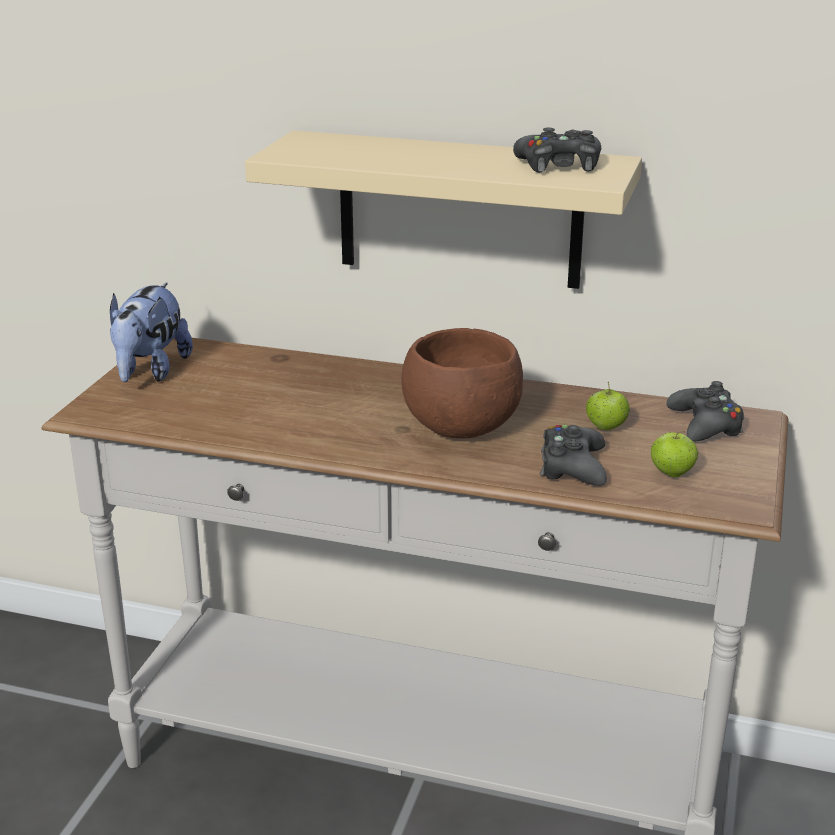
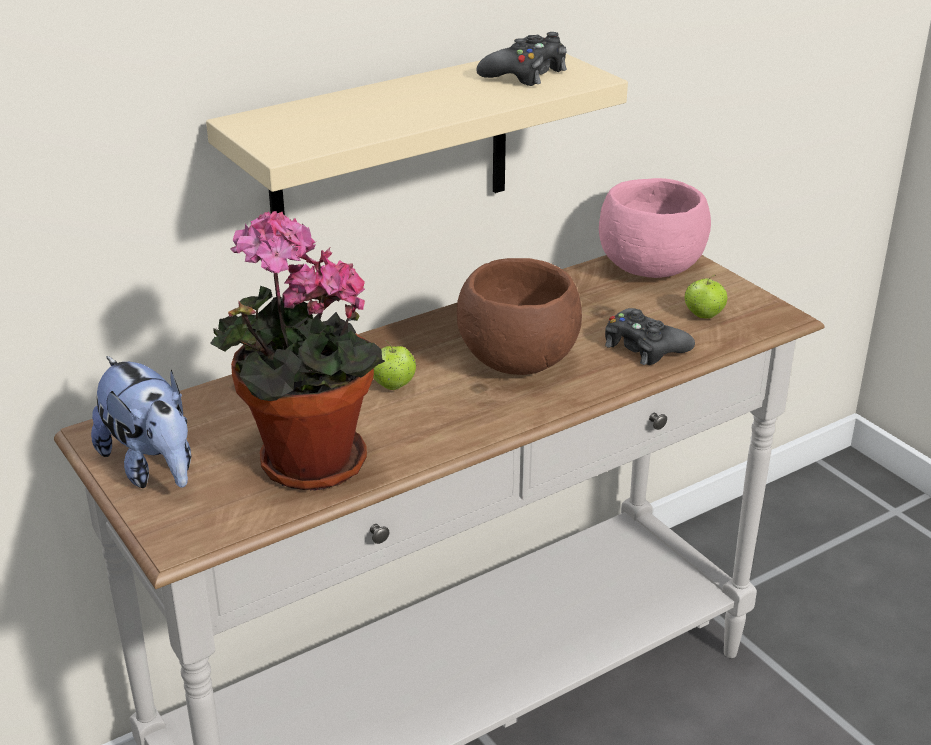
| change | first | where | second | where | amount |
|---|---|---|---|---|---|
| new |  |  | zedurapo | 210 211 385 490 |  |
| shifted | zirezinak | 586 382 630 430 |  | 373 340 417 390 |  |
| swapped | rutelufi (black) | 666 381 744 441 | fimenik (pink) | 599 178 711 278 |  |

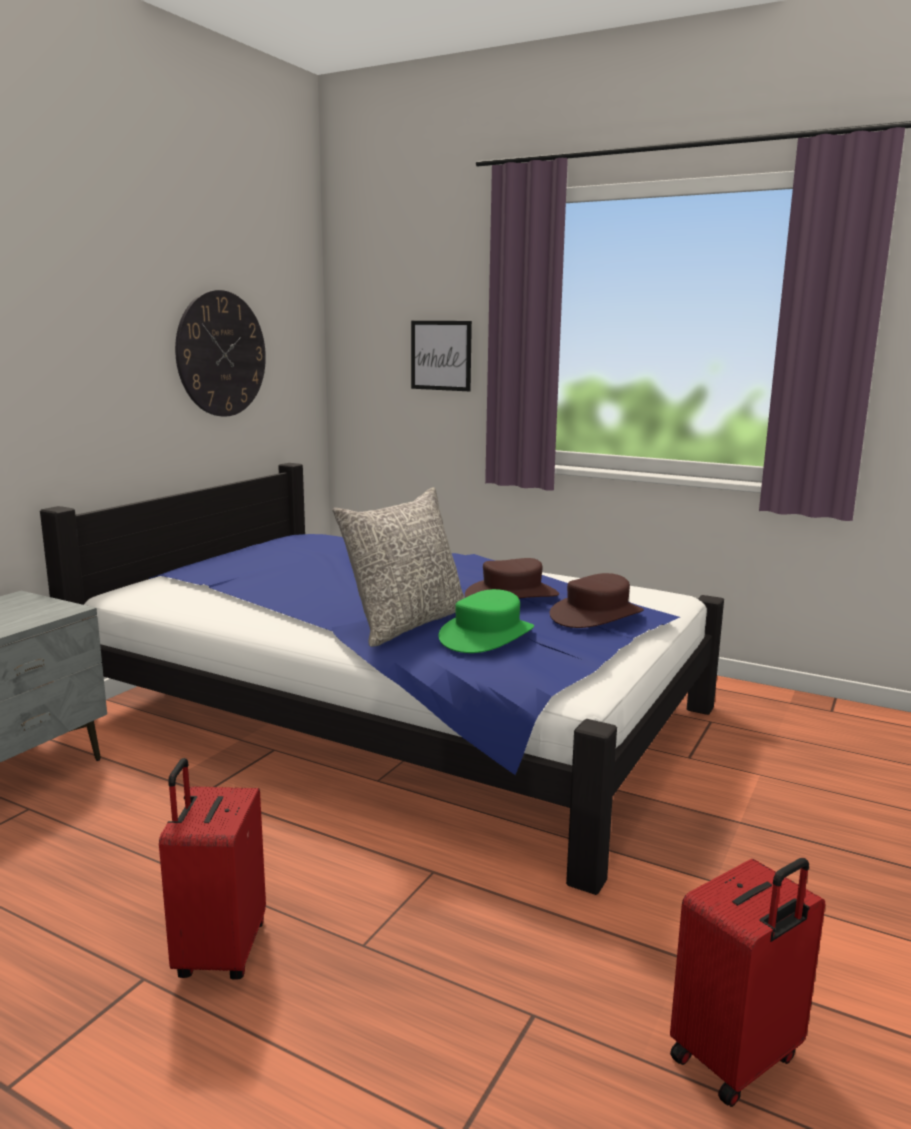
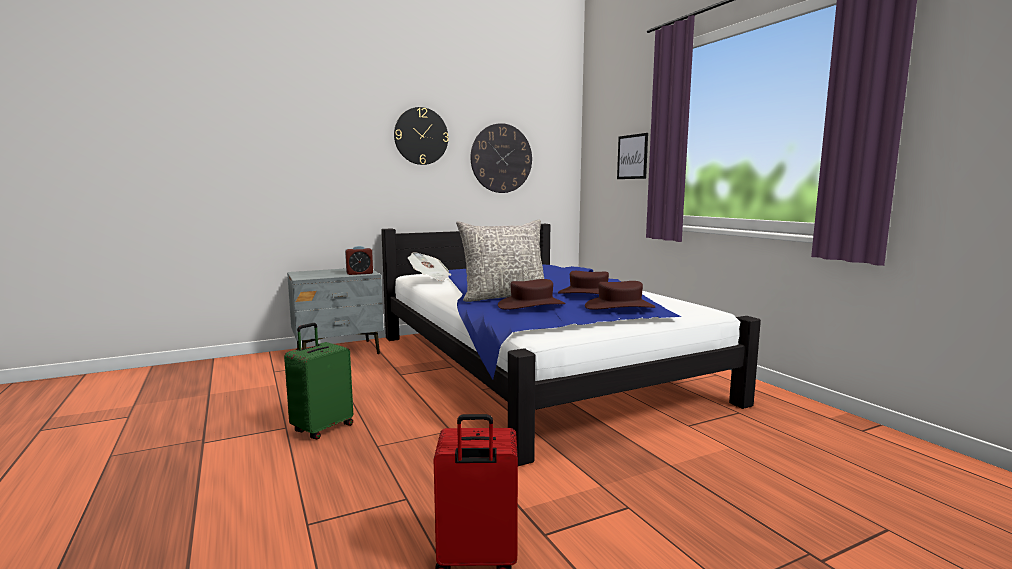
| change | first | where | second | where | amount |
|---|---|---|---|---|---|
| new |  |  | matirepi | 345 246 373 275 |  |
| new |  |  | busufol | 394 107 449 165 |  |
| new |  |  | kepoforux | 408 252 451 281 |  |
| repainted | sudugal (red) | 159 758 266 980 | sudugal (green) | 284 323 353 440 |  |
| repainted | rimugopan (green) | 438 589 534 653 | rimugopan (brown) | 498 279 565 310 |  |

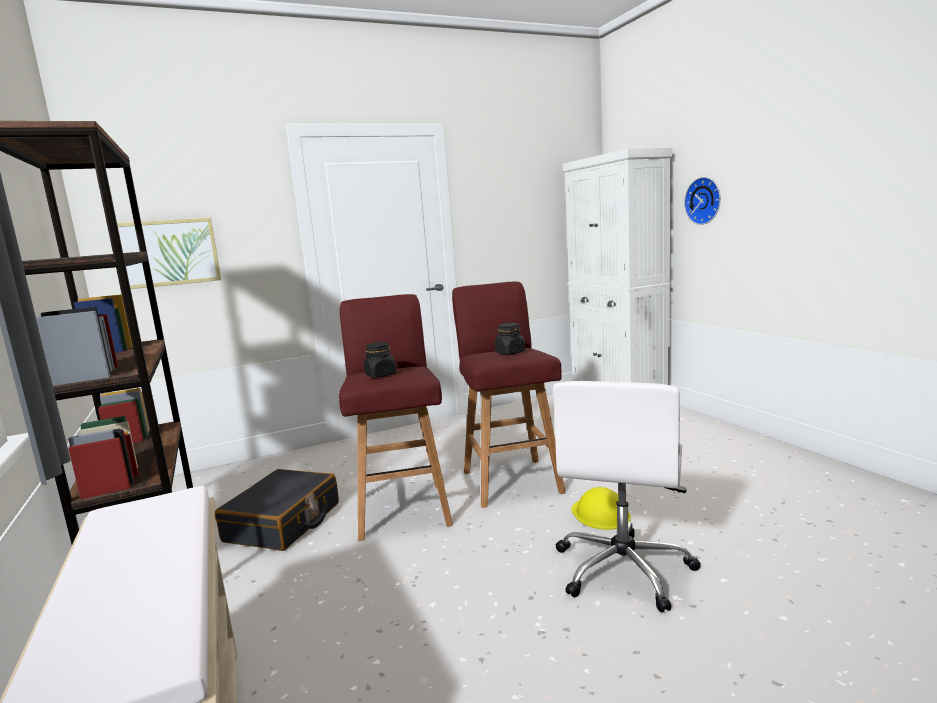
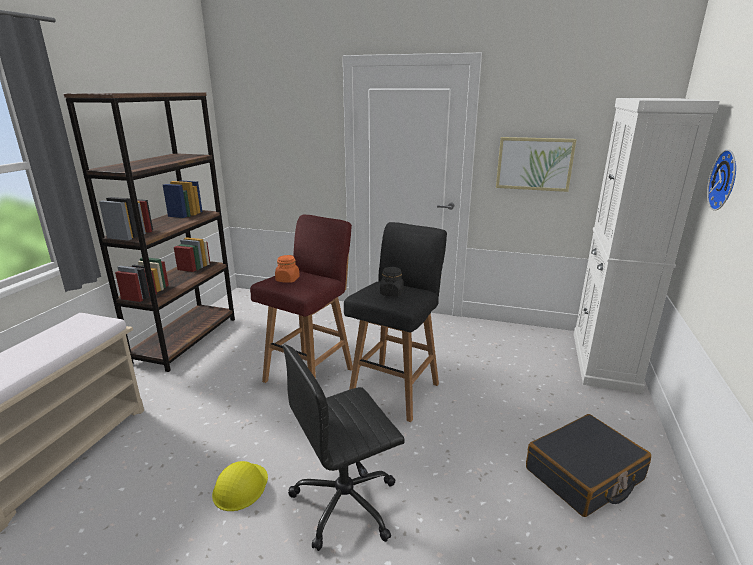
| change | first | where | second | where | amount |
|---|---|---|---|---|---|
| shifted | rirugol | 117 217 221 289 |  | 496 137 577 192 |  |
| shifted | sudugal (black) | 215 469 339 551 |  | 526 414 651 517 |  |
| shifted | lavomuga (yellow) | 571 487 631 530 |  | 212 461 268 511 |  |
| repainted | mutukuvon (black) | 364 342 396 378 | mutukuvon (orange) | 275 255 300 283 |  |
| repainted | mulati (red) | 452 282 566 508 | mulati (black) | 344 222 447 422 |  |
| repainted | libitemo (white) | 553 381 701 612 | libitemo (black) | 282 344 405 551 |  |

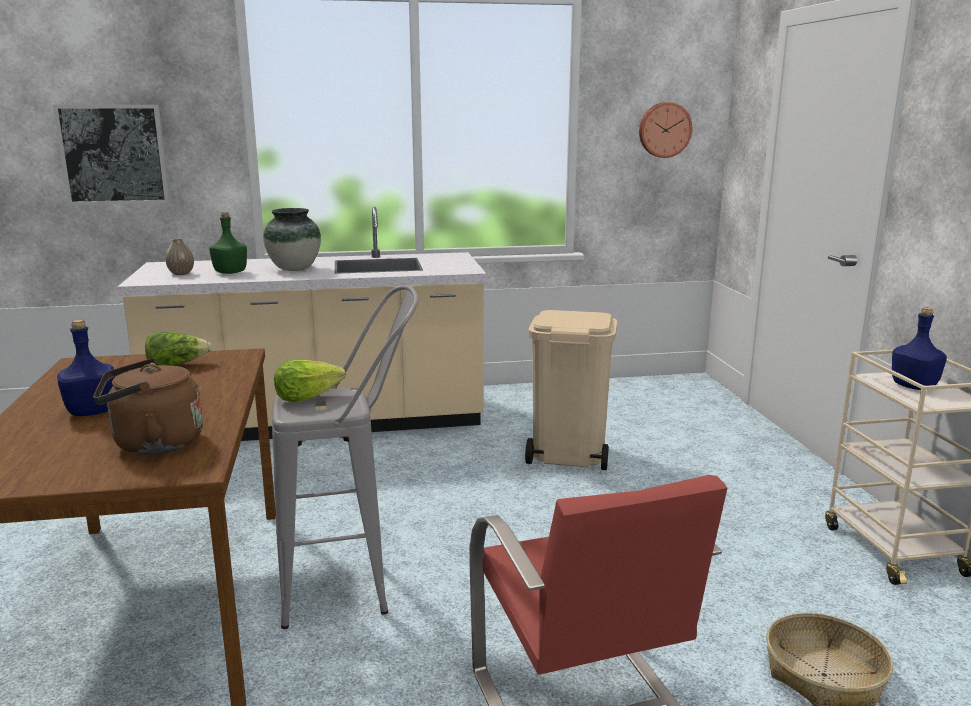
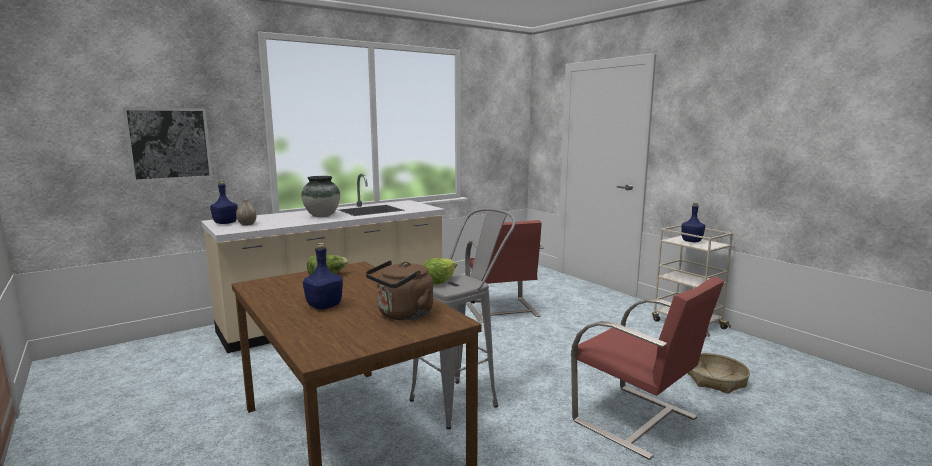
| change | first | where | second | where | amount |
|---|---|---|---|---|---|
| gone | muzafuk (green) | 209 212 247 274 |  |  |  |
| gone | busufol | 639 102 692 158 |  |  |  |
| new |  |  | muzafuk (blue) | 210 181 238 224 |  |
| swapped | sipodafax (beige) | 525 310 617 470 | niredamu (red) | 465 220 544 323 |  |

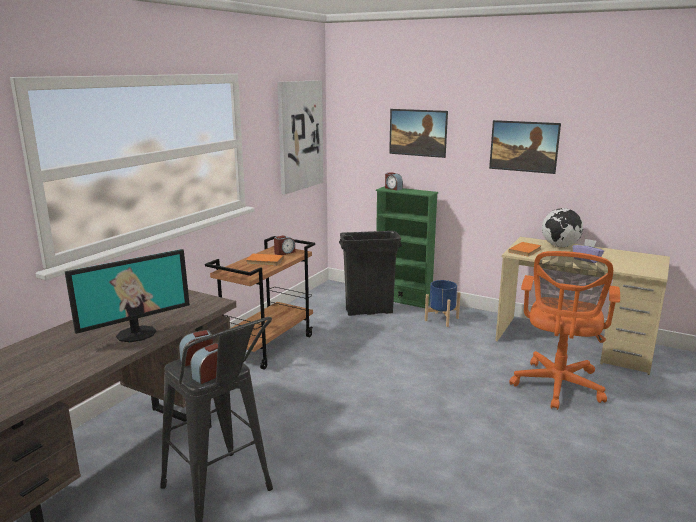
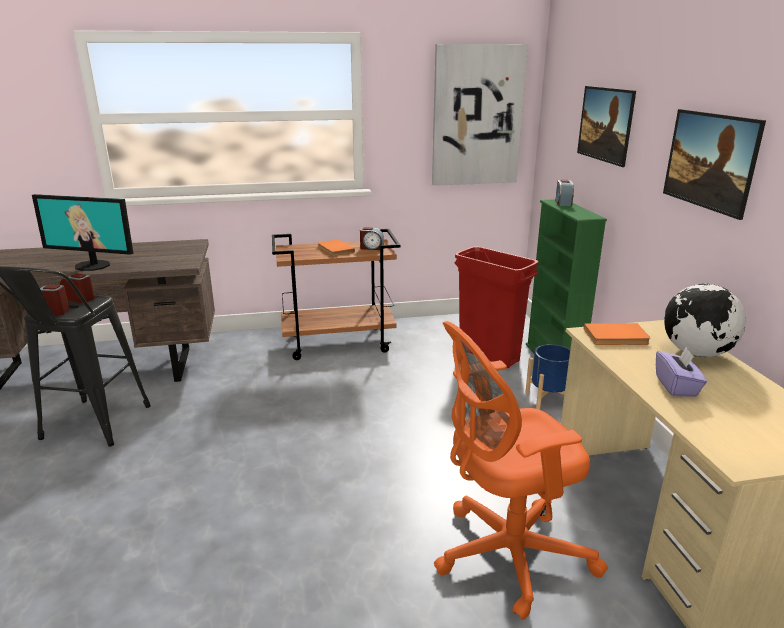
| change | first | where | second | where | amount |
|---|---|---|---|---|---|
| repainted | sipodafax (black) | 339 231 402 316 | sipodafax (red) | 455 246 538 368 |  |

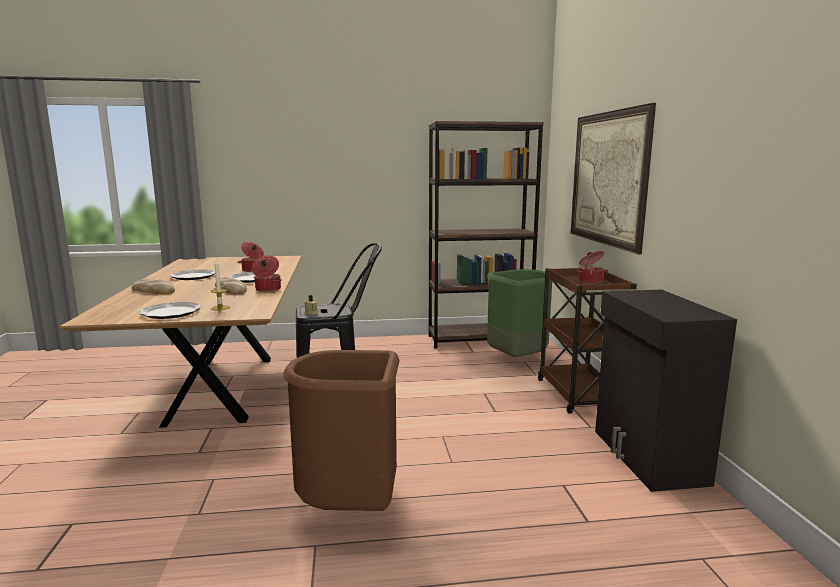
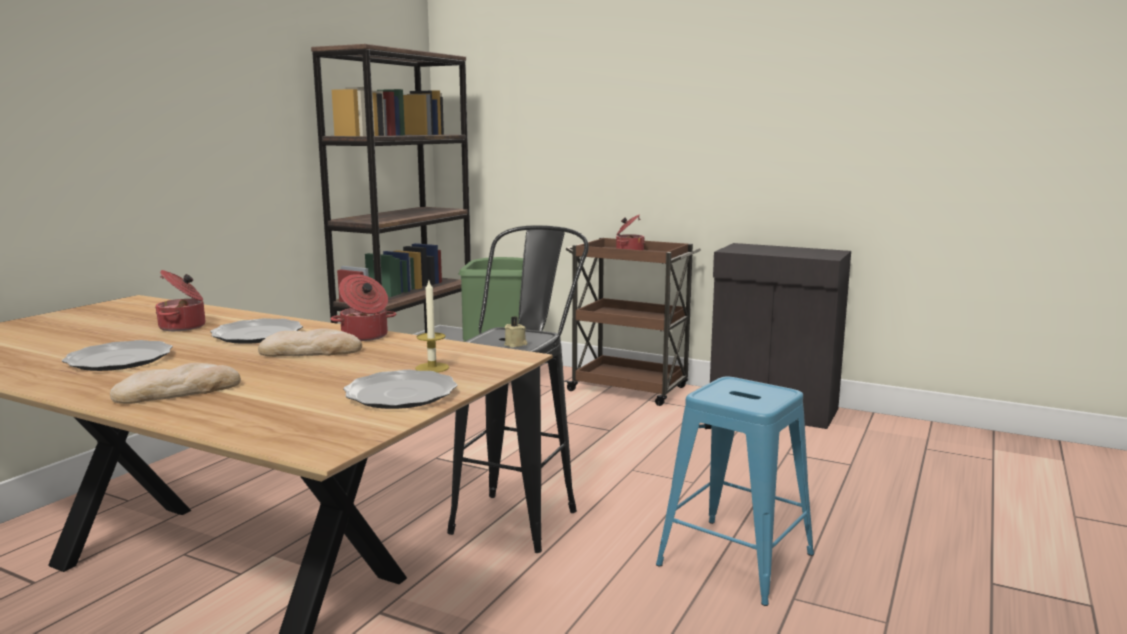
| change | first | where | second | where | amount |
|---|---|---|---|---|---|
| gone | rirugol | 571 103 656 254 |  |  |  |
| swapped | sipodafax (brown) | 283 350 399 511 | mulati (blue) | 656 376 814 606 |  |

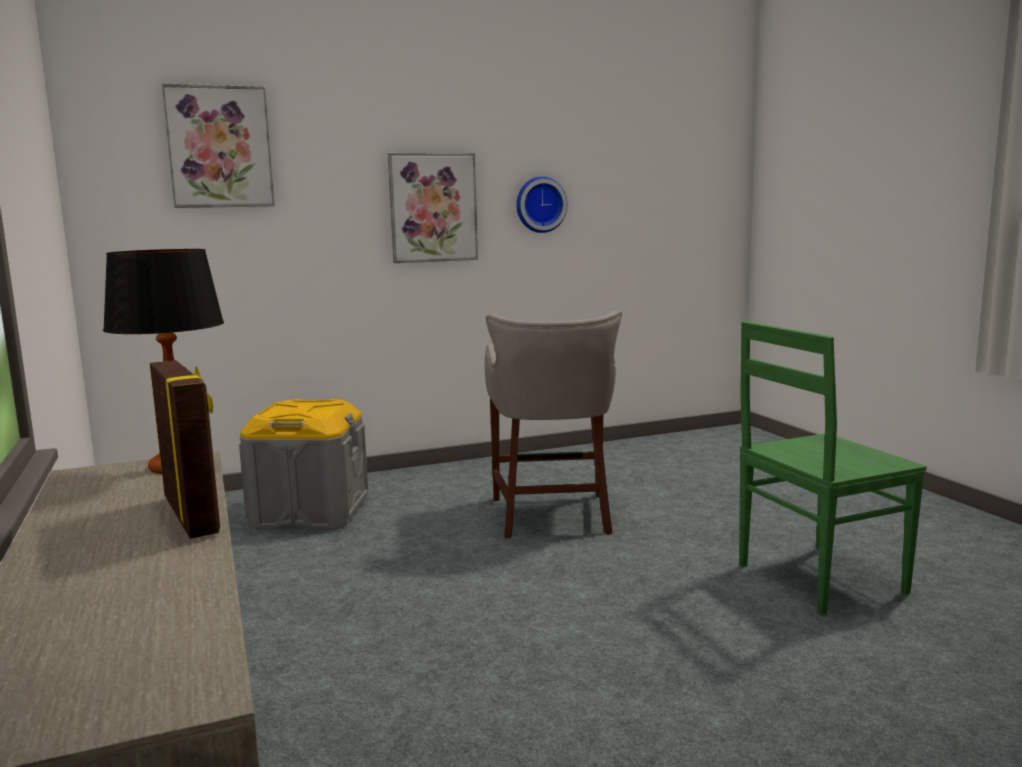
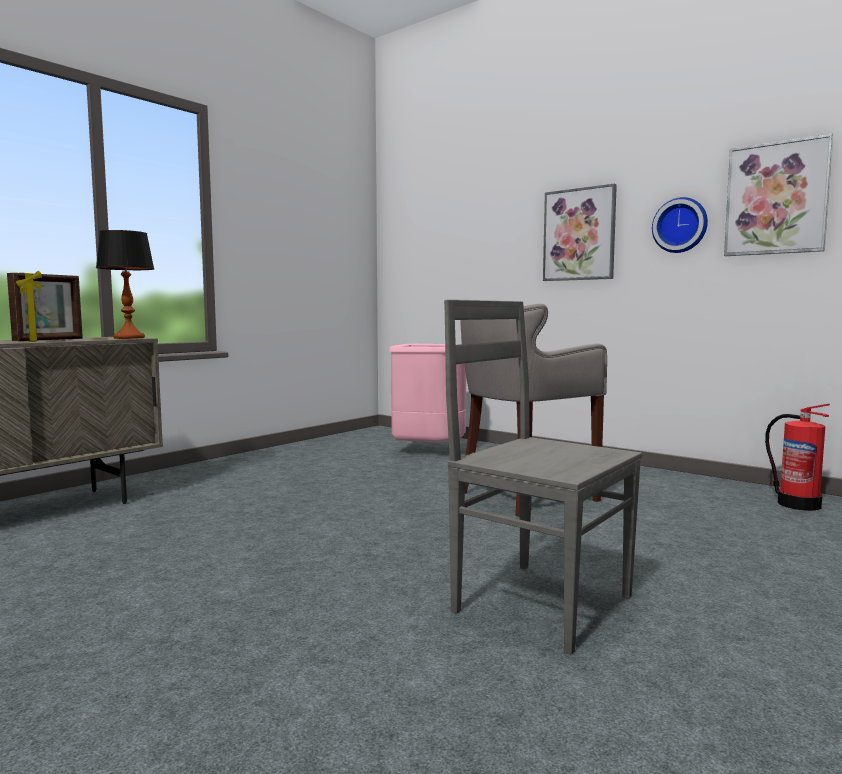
| change | first | where | second | where | amount |
|---|---|---|---|---|---|
| new |  |  | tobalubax | 765 404 830 511 |  |
| shifted | rirugol | 161 83 275 208 |  | 724 134 833 256 |  |
| swapped | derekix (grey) | 239 399 368 530 | sipodafax (pink) | 389 344 466 443 |  |
| repainted | niredamu (green) | 739 321 927 616 | niredamu (grey) | 444 299 642 654 |  |

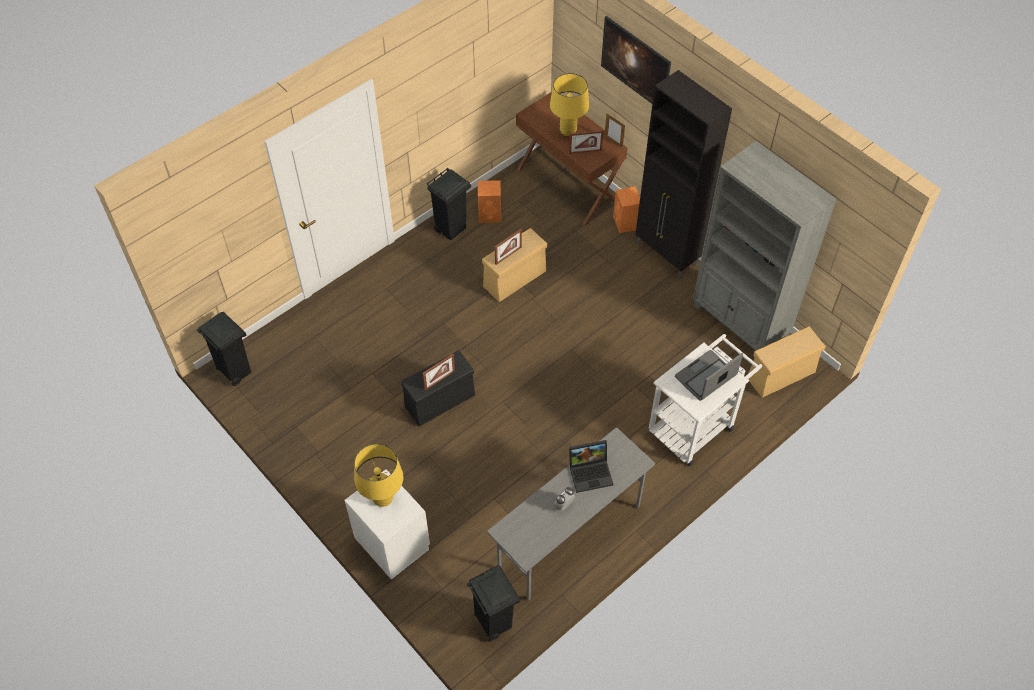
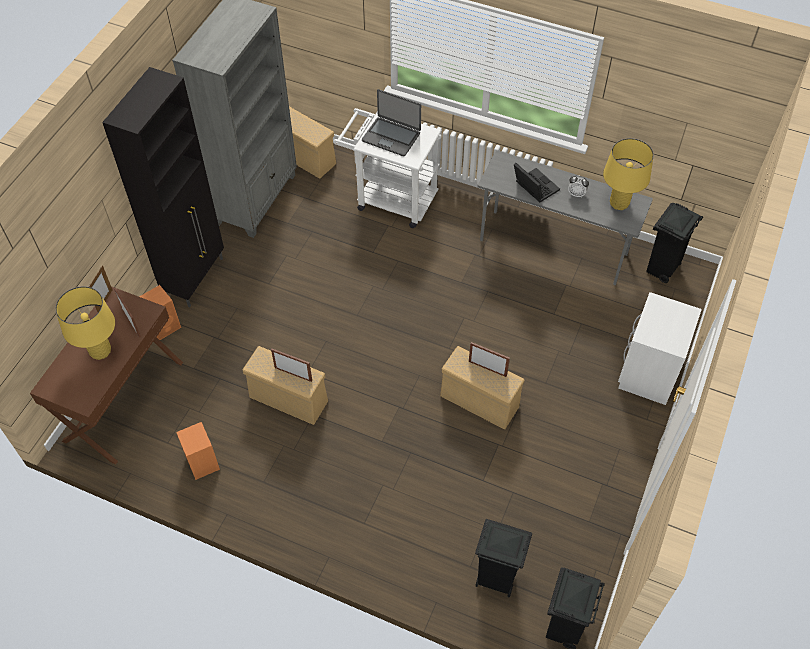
| change | first | where | second | where | amount |
|---|---|---|---|---|---|
| gone | rirugol | 601 16 671 104 |  |  |  |
| shifted | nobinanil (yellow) | 354 443 403 507 |  | 603 138 654 210 |  |
| shifted | sipodafax (black) | 427 167 471 240 |  | 475 519 532 597 |  |
| repainted | derekix (black) | 401 351 475 426 | derekix (beige) | 440 346 524 429 |  |

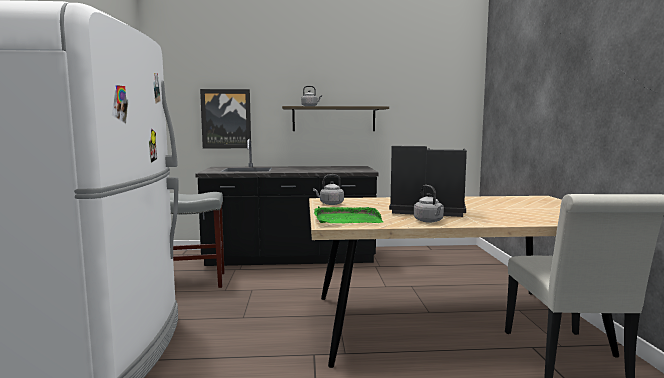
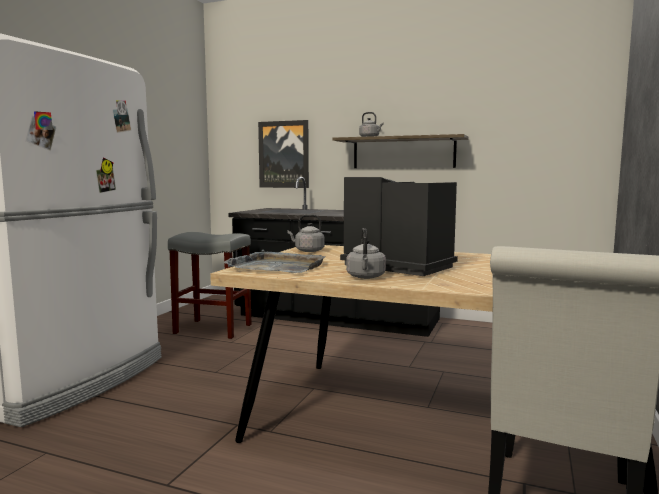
| change | first | where | second | where | amount |
|---|---|---|---|---|---|
| repainted | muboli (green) | 314 206 383 223 | muboli (grey) | 223 250 325 273 |  |

